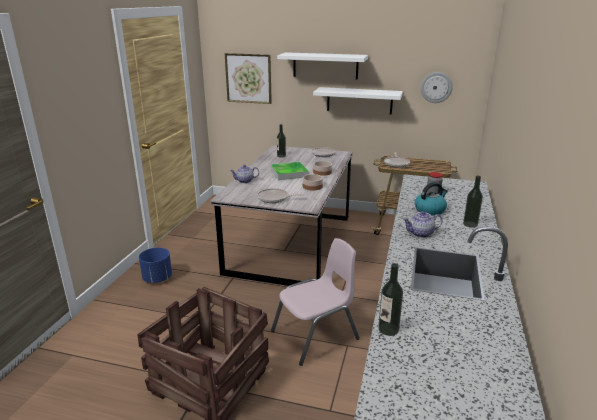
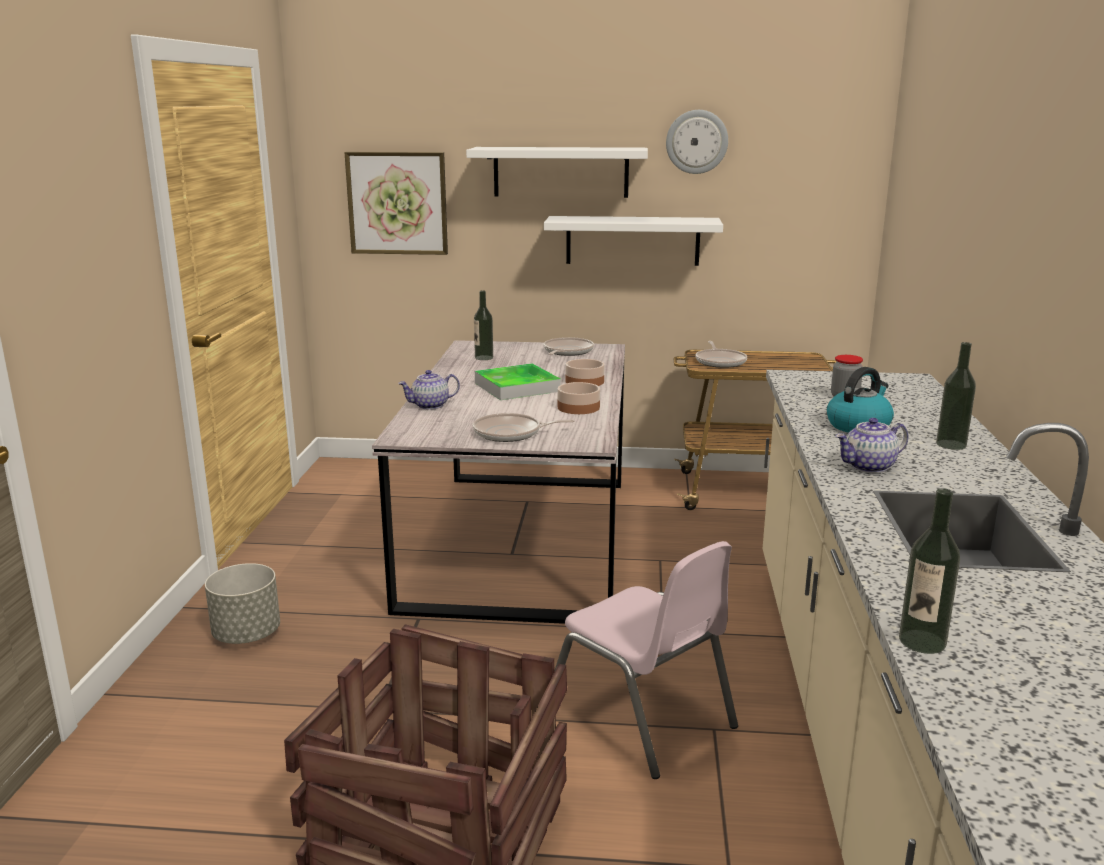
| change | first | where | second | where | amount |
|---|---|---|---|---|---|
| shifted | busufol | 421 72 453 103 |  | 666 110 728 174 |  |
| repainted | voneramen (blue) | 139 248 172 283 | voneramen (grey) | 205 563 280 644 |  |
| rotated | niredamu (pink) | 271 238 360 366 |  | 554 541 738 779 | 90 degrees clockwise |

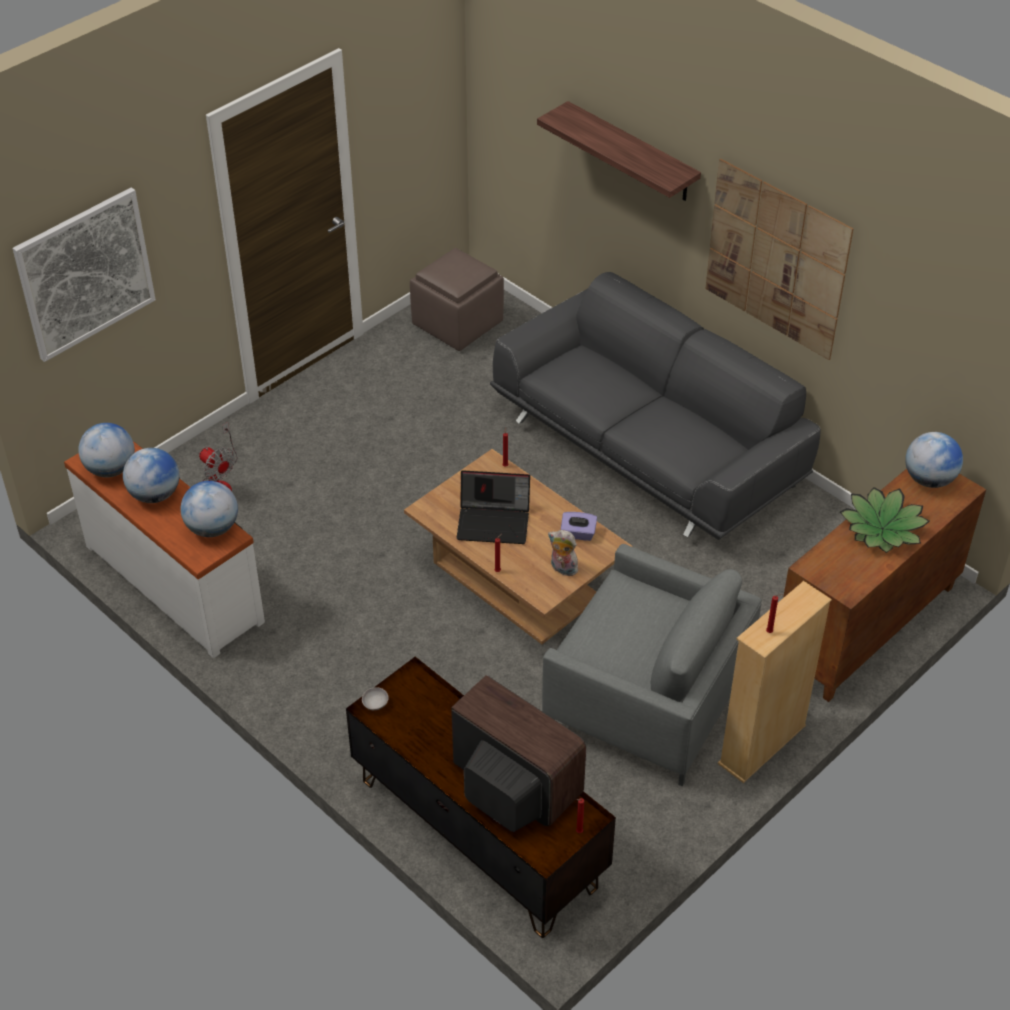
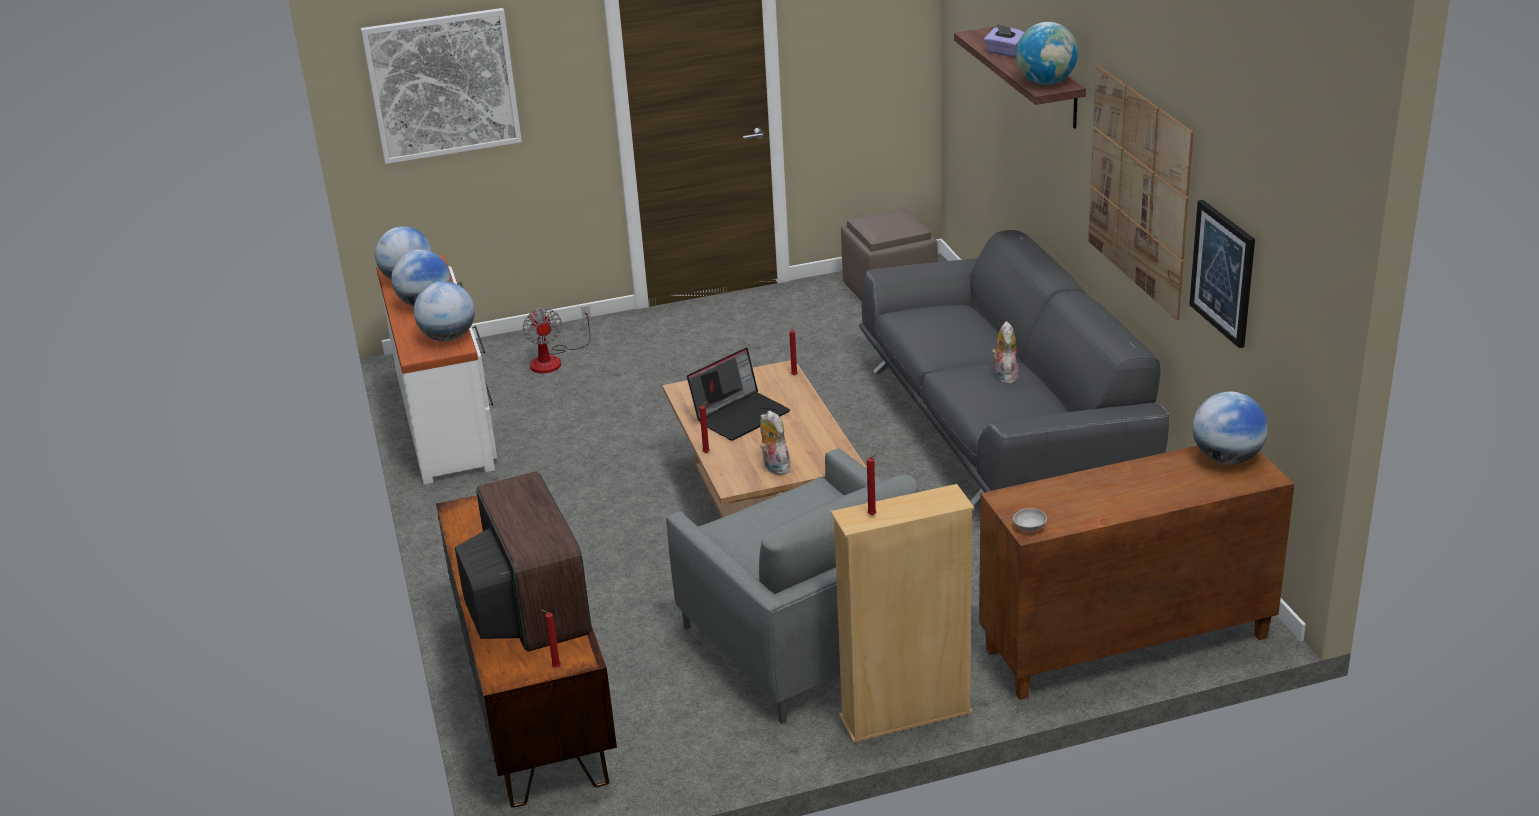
| change | first | where | second | where | amount |
|---|---|---|---|---|---|
| gone | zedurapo | 840 487 930 553 |  |  |  |
| new |  |  | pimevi | 991 321 1019 384 |  |
| new |  |  | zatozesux | 1016 22 1078 85 |  |
| new |  |  | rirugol | 1189 200 1255 348 |  |
| shifted | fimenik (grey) | 362 687 389 710 |  | 1013 508 1047 532 |  |
| shifted | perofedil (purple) | 561 512 597 541 |  | 984 24 1024 57 |  |
| rotated | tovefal | 456 470 530 544 |  | 687 347 790 441 | 75 degrees counterclockwise |

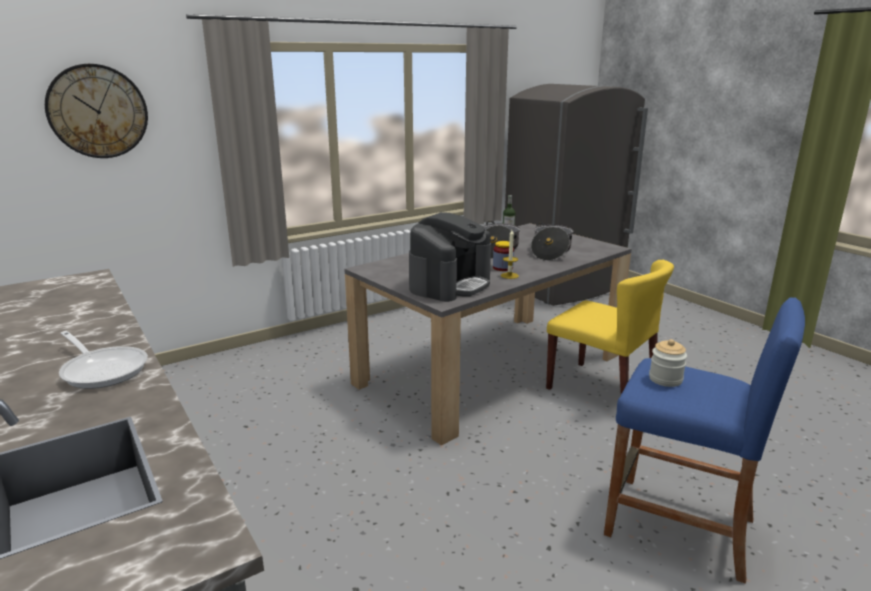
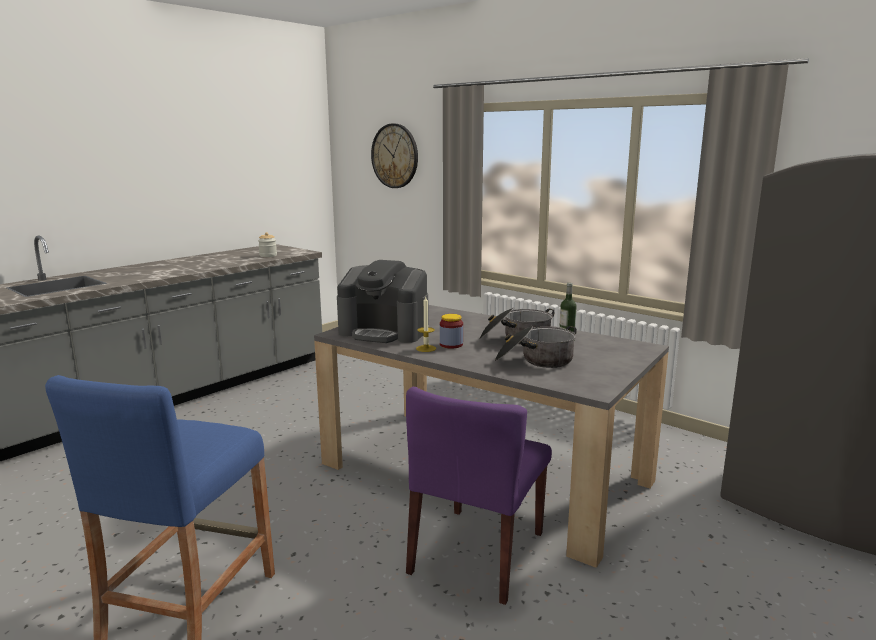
| change | first | where | second | where | amount |
|---|---|---|---|---|---|
| gone | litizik | 59 331 148 389 |  |  |  |
| shifted | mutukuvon | 649 339 687 387 |  | 258 232 277 257 |  |
| repainted | niredamu (yellow) | 546 260 674 394 | niredamu (purple) | 406 387 552 605 |  |

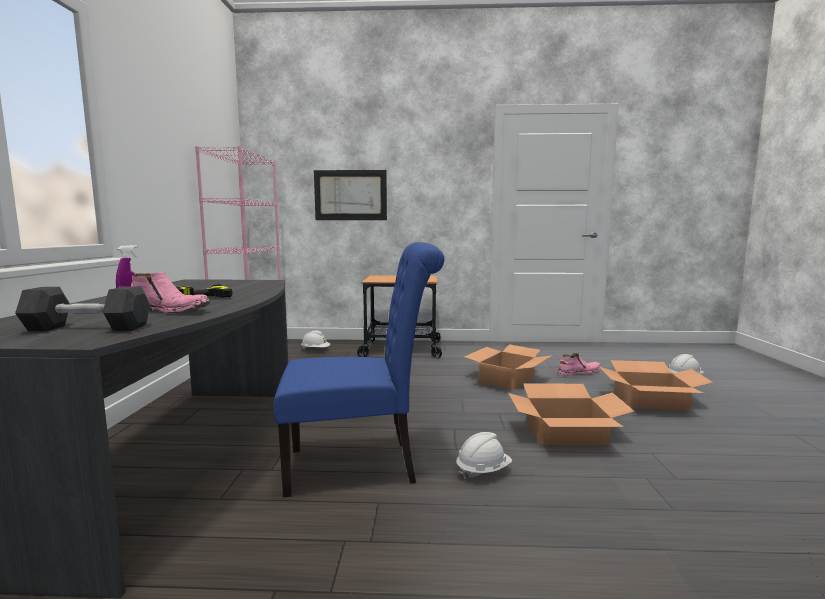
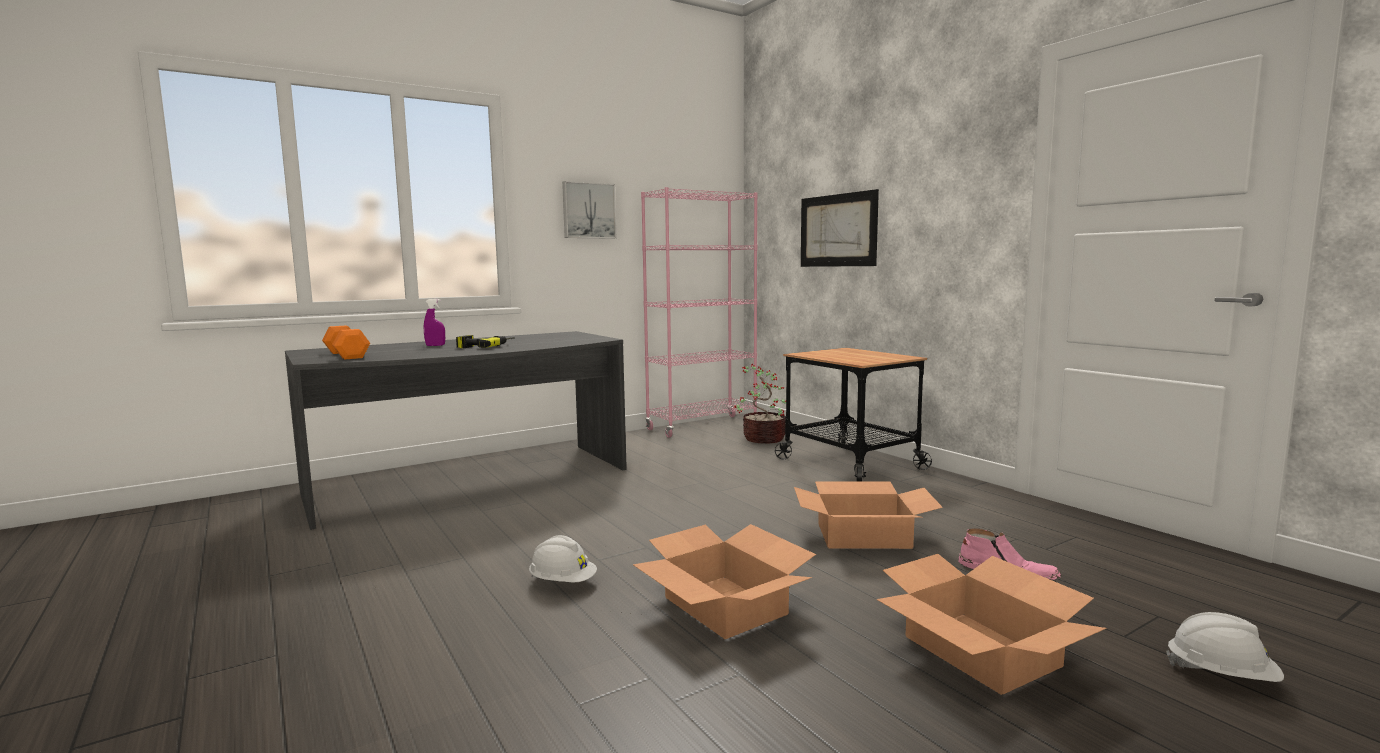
| change | first | where | second | where | amount |
|---|---|---|---|---|---|
| gone | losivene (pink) | 131 272 210 313 |  |  |  |
| gone | niredamu (blue) | 273 242 444 497 |  |  |  |
| new |  |  | rirugol | 562 181 616 239 |  |
| swapped | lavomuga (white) | 301 330 330 349 | zedurapo | 733 363 786 443 |  |
| repainted | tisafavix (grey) | 15 286 150 332 | tisafavix (orange) | 322 326 370 359 |  |

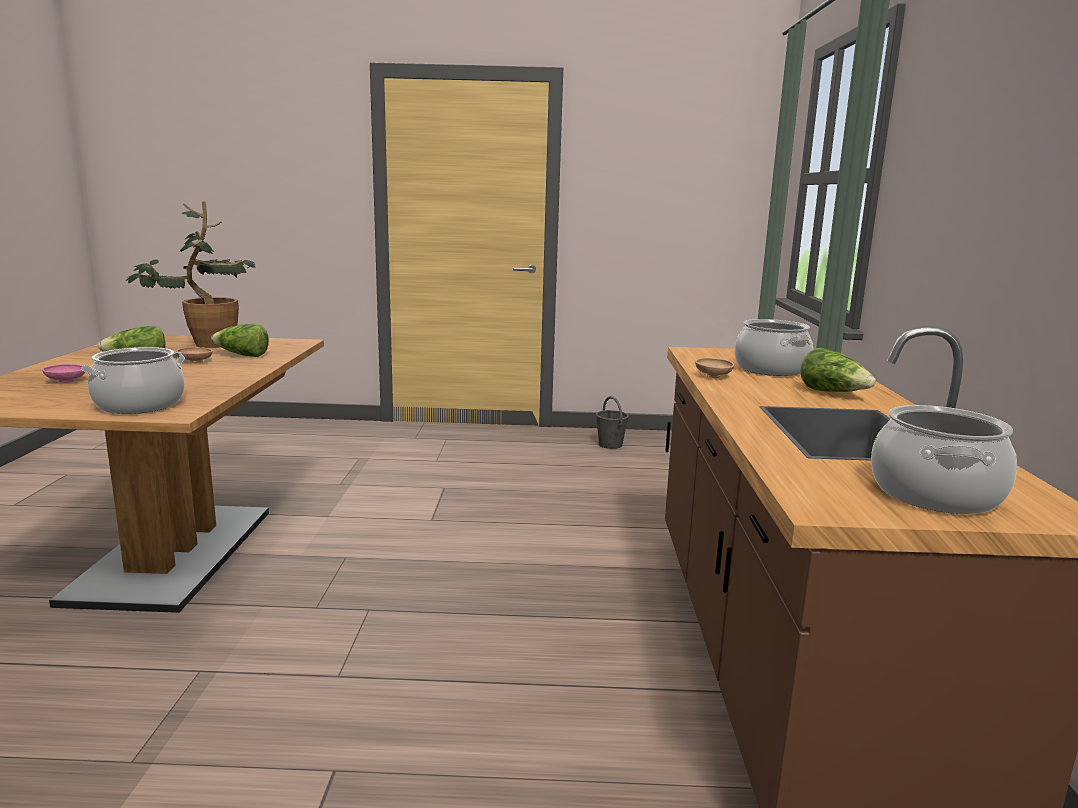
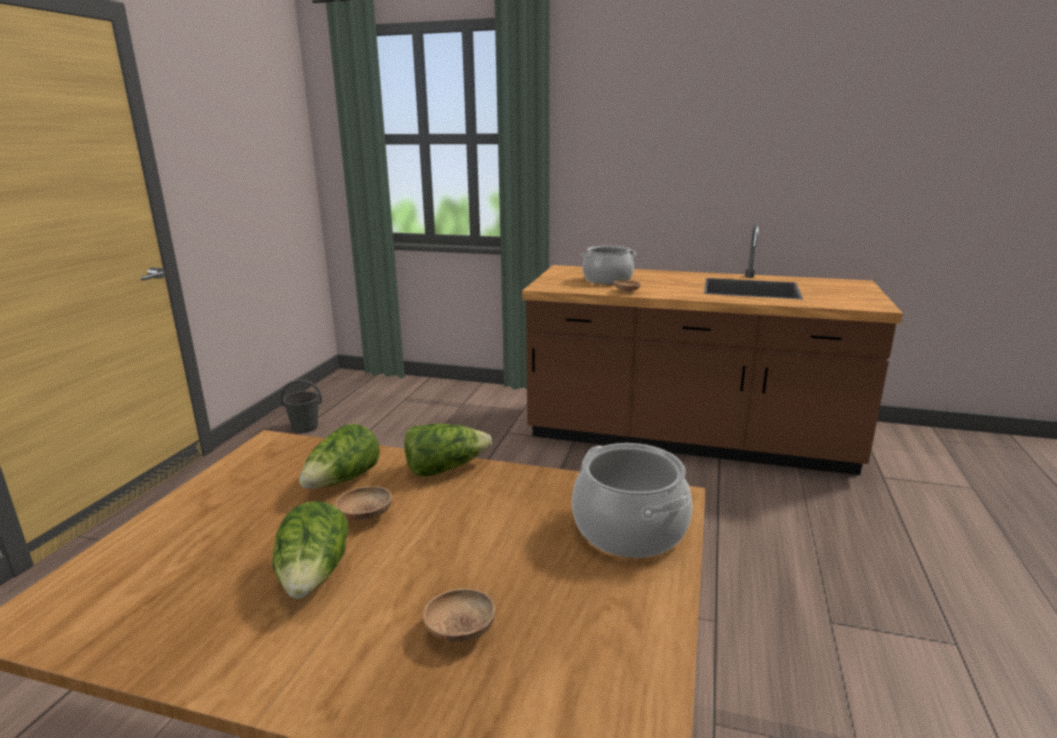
| change | first | where | second | where | amount |
|---|---|---|---|---|---|
| gone | zedurapo | 125 201 256 348 |  |  |  |
| gone | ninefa | 871 405 1017 514 |  |  |  |
| shifted | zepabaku | 800 348 876 392 |  | 404 424 492 476 |  |
| repainted | fimenik (pink) | 42 364 85 383 | fimenik (brown) | 423 588 496 642 |  |

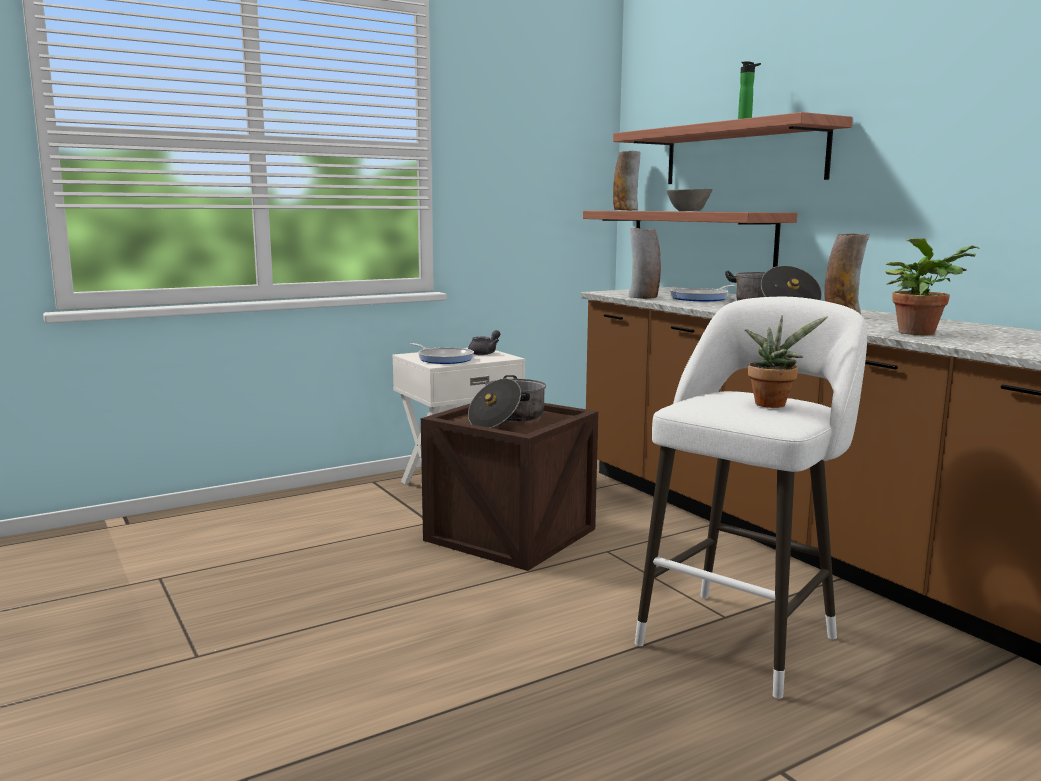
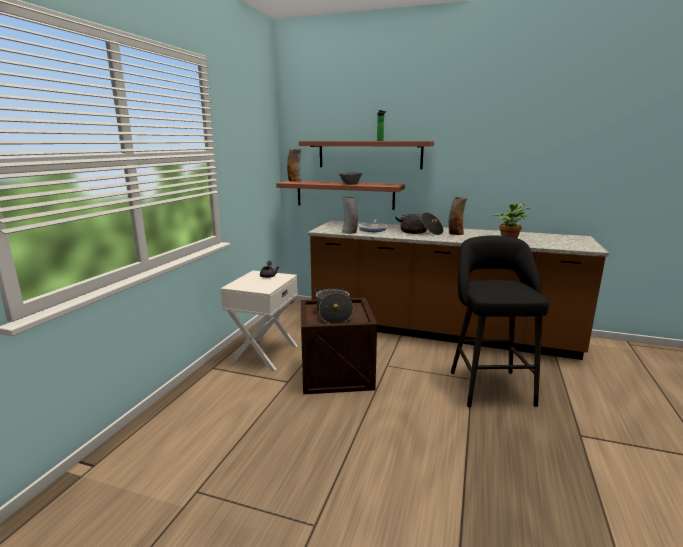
| change | first | where | second | where | amount |
|---|---|---|---|---|---|
| gone | litizik | 410 343 474 364 |  |  |  |
| gone | zedurapo | 745 315 828 408 |  |  |  |
| repainted | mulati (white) | 635 297 867 699 | mulati (black) | 451 235 549 407 |  |

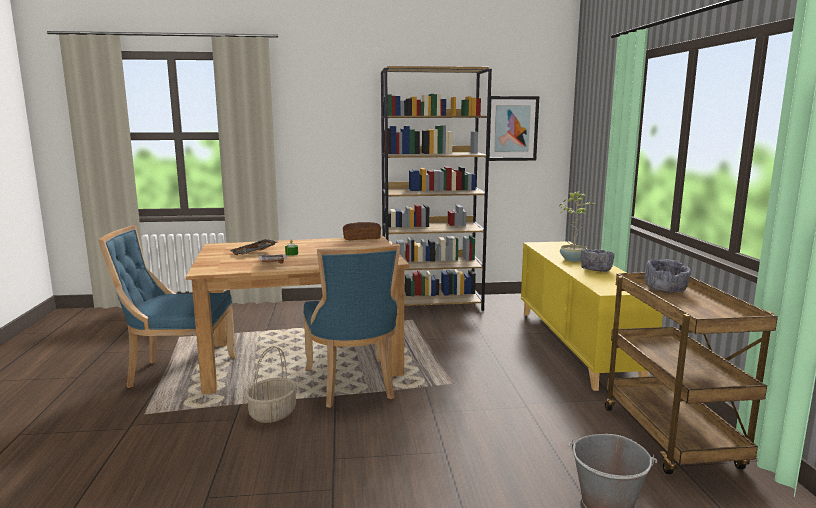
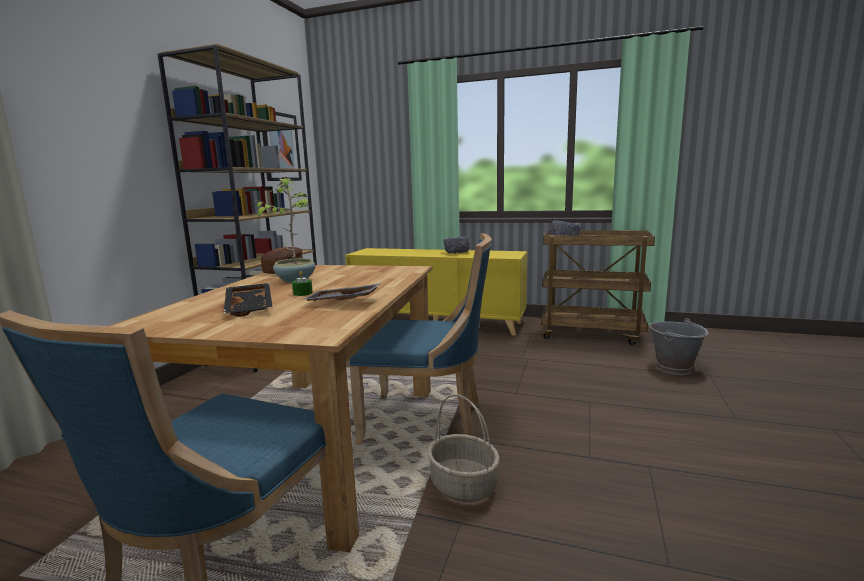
| change | first | where | second | where | amount |
|---|---|---|---|---|---|
| shifted | zedurapo | 560 191 596 262 |  | 252 177 315 282 |  |

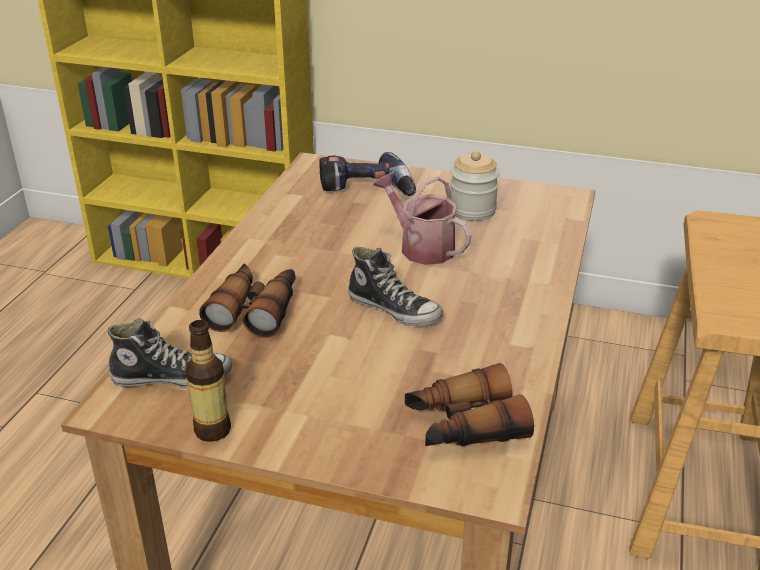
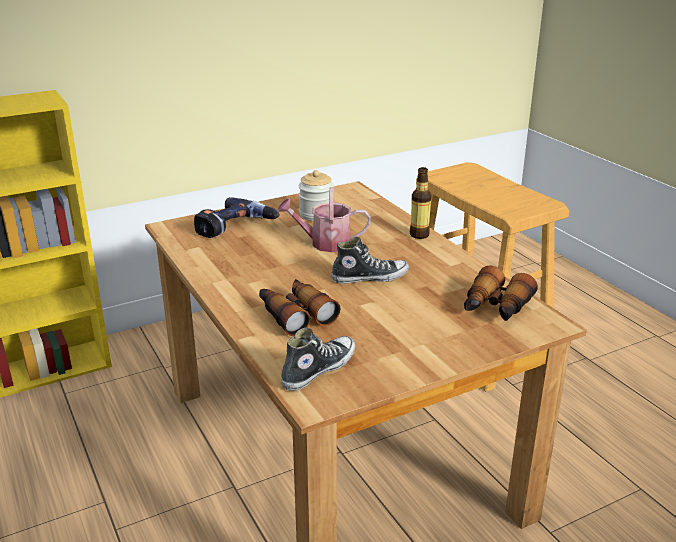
| change | first | where | second | where | amount |
|---|---|---|---|---|---|
| shifted | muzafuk | 185 320 231 442 |  | 410 167 432 239 |  |

